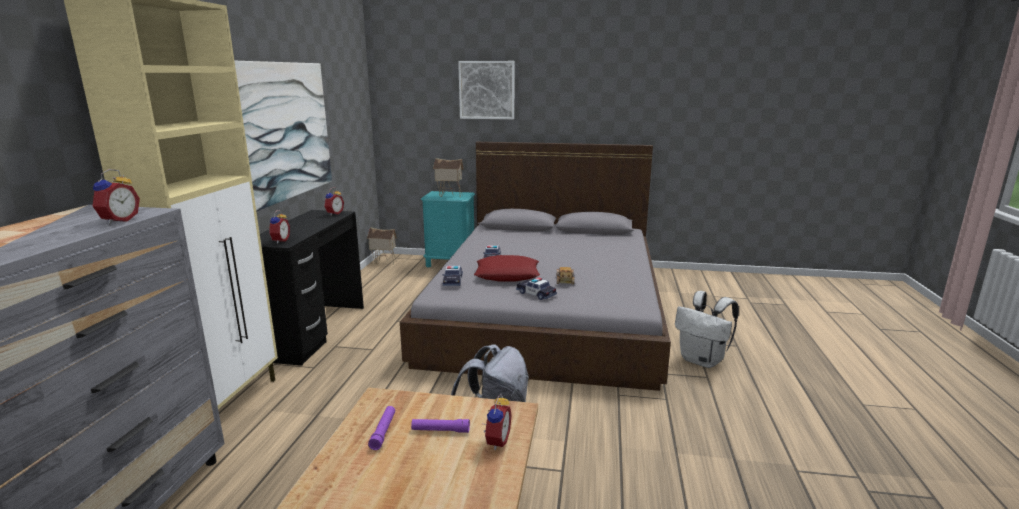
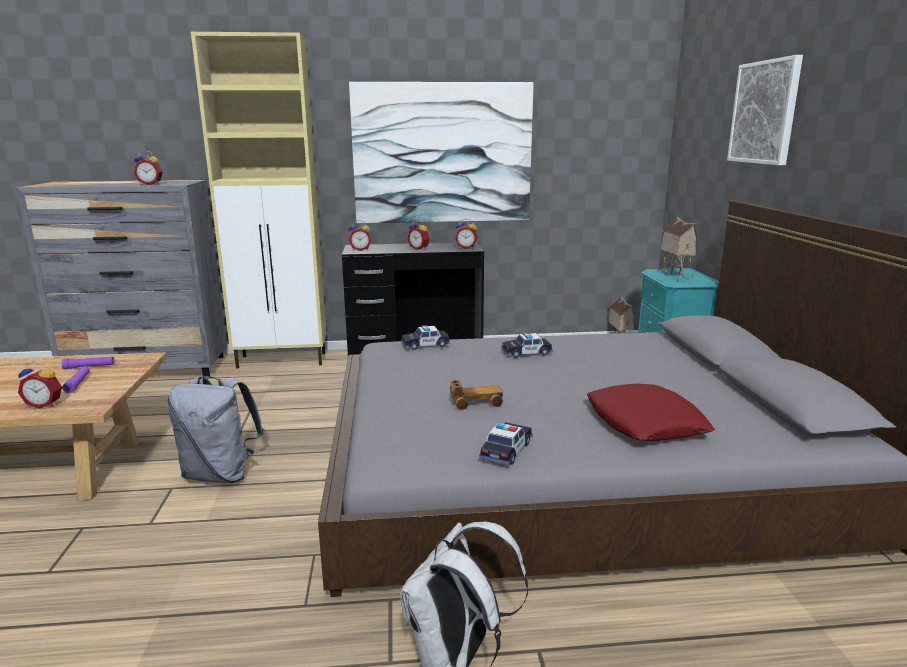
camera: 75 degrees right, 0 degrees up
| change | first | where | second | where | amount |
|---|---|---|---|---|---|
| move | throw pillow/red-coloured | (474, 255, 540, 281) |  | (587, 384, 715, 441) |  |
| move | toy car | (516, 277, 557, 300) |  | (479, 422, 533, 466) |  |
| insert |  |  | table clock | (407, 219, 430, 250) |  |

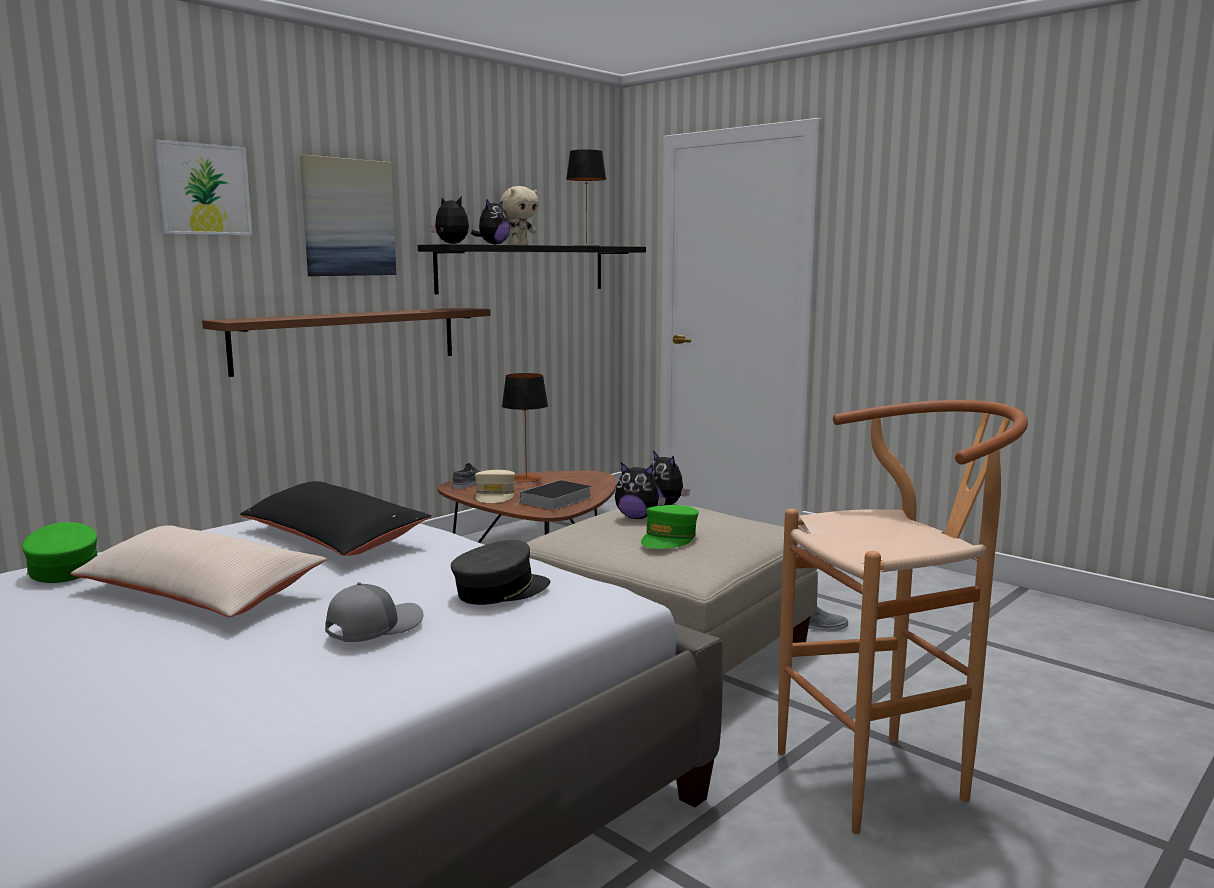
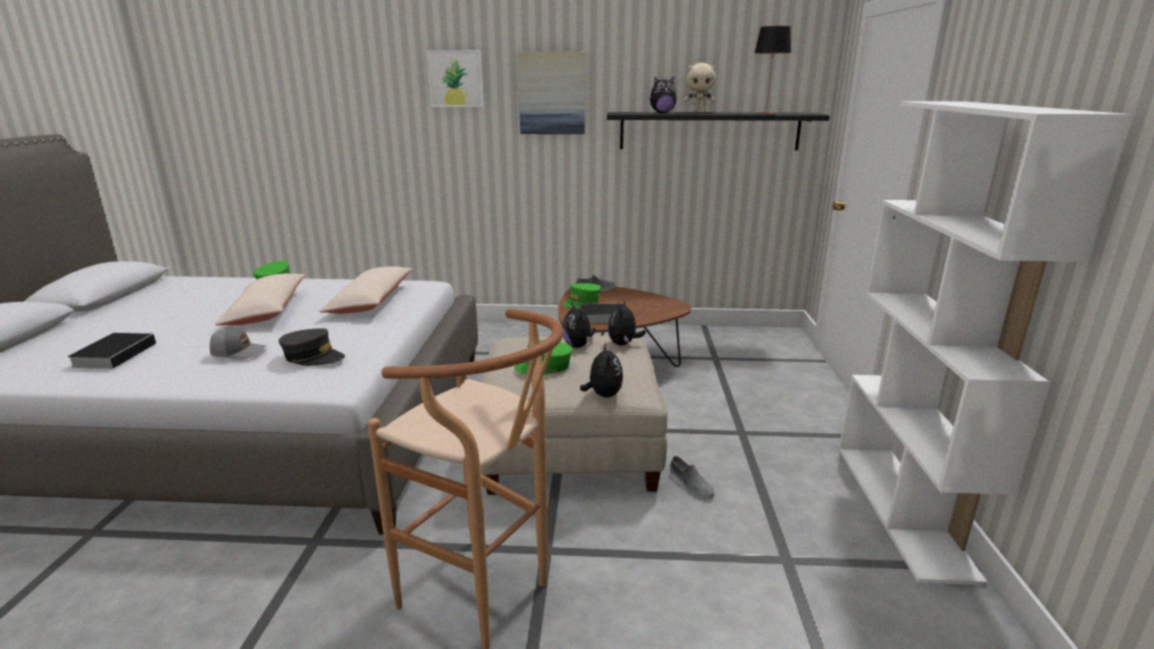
camera: 50 degrees right, 10 degrees up
| change | first | where | second | where | amount |
|---|---|---|---|---|---|
| delete | shelf/brownish | (202, 308, 490, 377) |  |  |  |
| recolor | throw pillow/blackish | (240, 481, 432, 556) | throw pillow/beige-coloured | (319, 266, 413, 314) |  |
| move | soft toy | (429, 196, 469, 244) |  | (580, 344, 623, 398) |  |
| recolor | baseball cap/beige-coloured | (475, 470, 515, 503) | baseball cap/green | (563, 283, 601, 308) |  |
| delete | lamp for a table | (502, 373, 548, 482) |  |  |  |
| insert |  |  | book | (67, 333, 156, 369) |  |
| insert |  |  | bookcase/whitish | (839, 101, 1131, 585) |  |

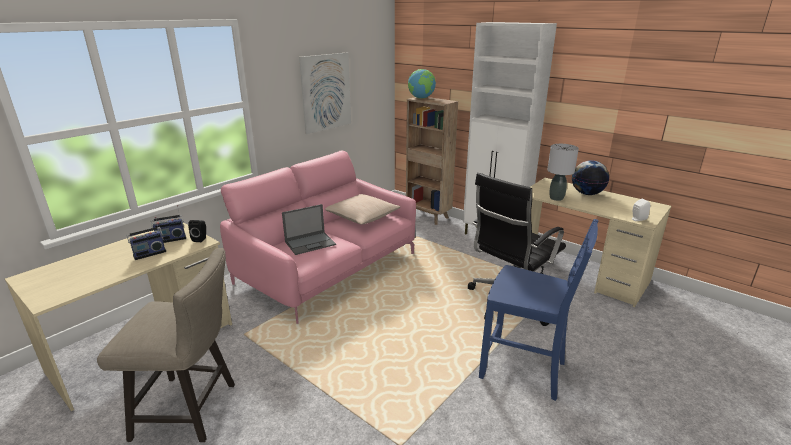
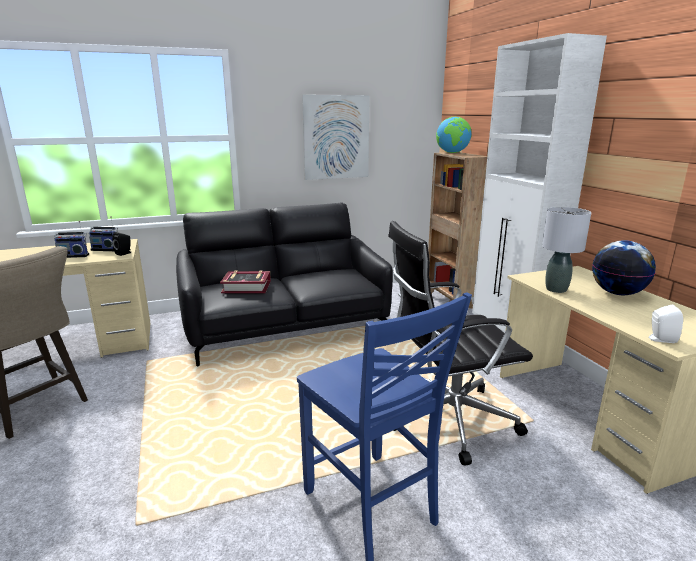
camera: 30 degrees right, 5 degrees down
| change | first | where | second | where | amount |
|---|---|---|---|---|---|
| recolor | sofa/pink-coloured | (220, 150, 416, 324) | sofa/blackish | (176, 203, 393, 366) |  |
| replace | laptop | (282, 204, 336, 255) | book | (220, 270, 271, 293) |  |
| delete | throw pillow/beige-coloured | (325, 194, 400, 225) |  |  |  |

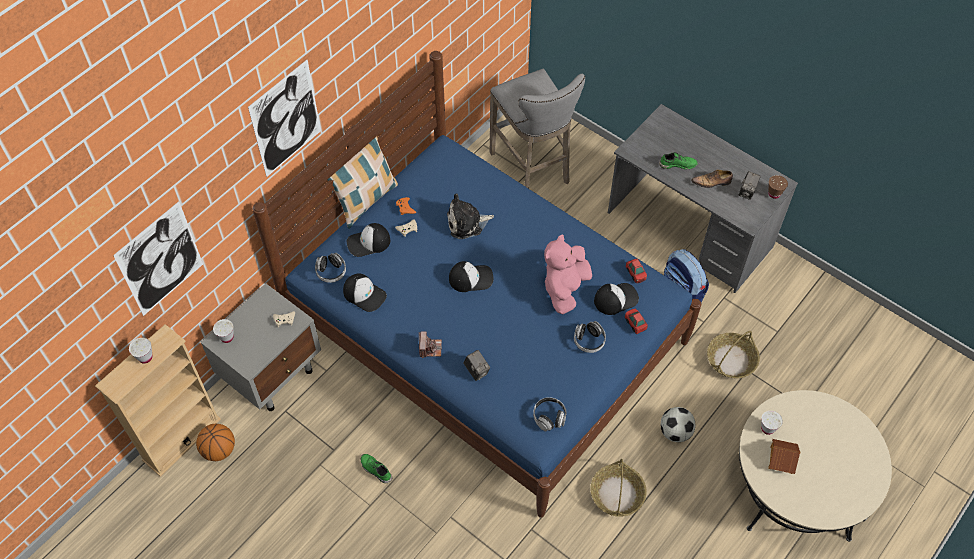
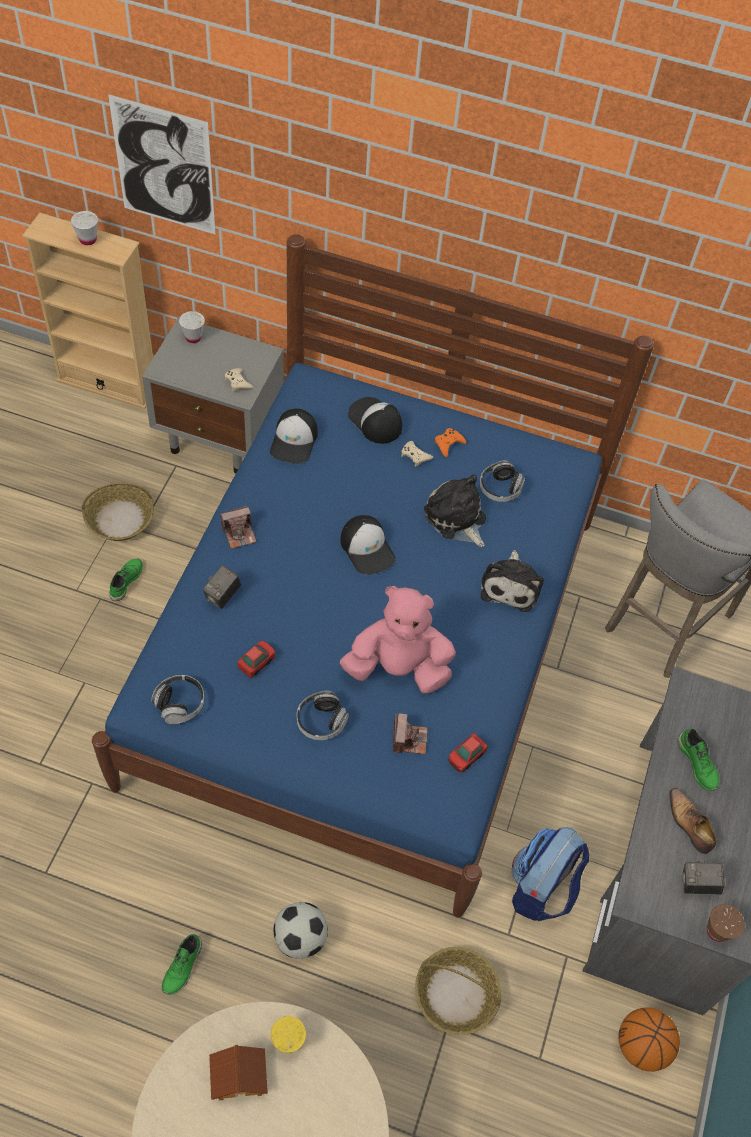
camera: 65 degrees right, 0 degrees up
| change | first | where | second | where | amount |
|---|---|---|---|---|---|
| move | basketball ball | (196, 424, 235, 461) |  | (618, 1007, 680, 1072) |  |
| delete | picture | (248, 59, 321, 177) |  |  |  |
| move | headset | (315, 253, 346, 283) |  | (480, 460, 526, 502) |  |
| delete | throw pillow | (328, 136, 398, 229) |  |  |  |
| move | basket | (591, 459, 647, 517) |  | (81, 483, 154, 541) |  |
| replace | baseball cap | (594, 283, 639, 315) | still camera | (393, 713, 428, 754) |  |
| move | toy car | (625, 309, 648, 334) |  | (238, 641, 275, 679) |  |
| recolor | small cup/whitish | (761, 411, 783, 435) | small cup/yellowish | (271, 1016, 306, 1053) |  |
| insert |  |  | item of footwear/green | (162, 934, 202, 995) |  |
| insert |  |  | soft toy | (481, 550, 544, 612) |  |

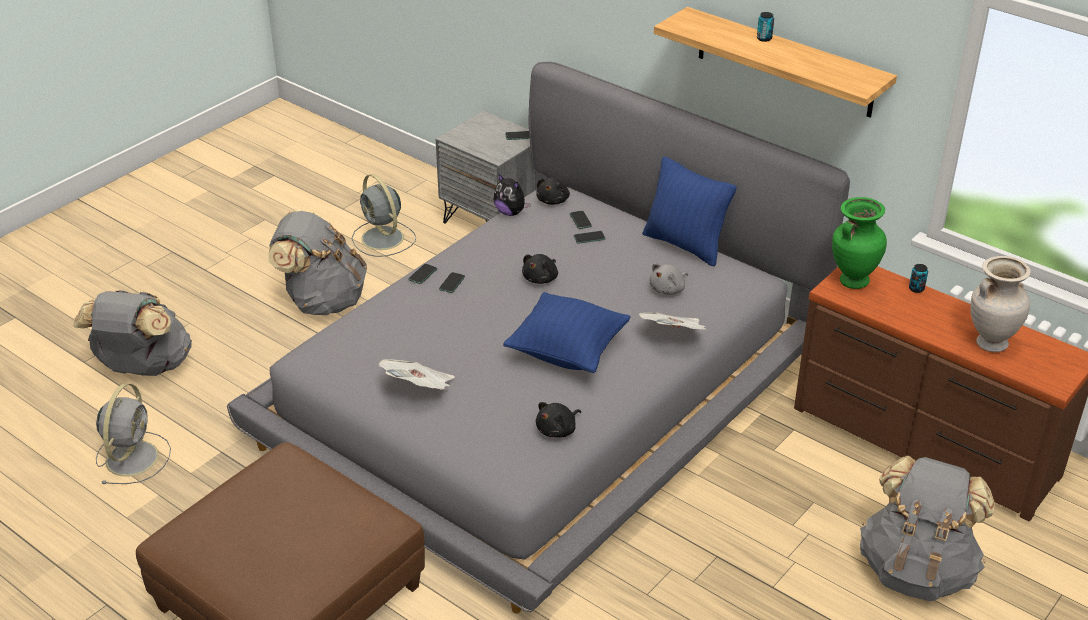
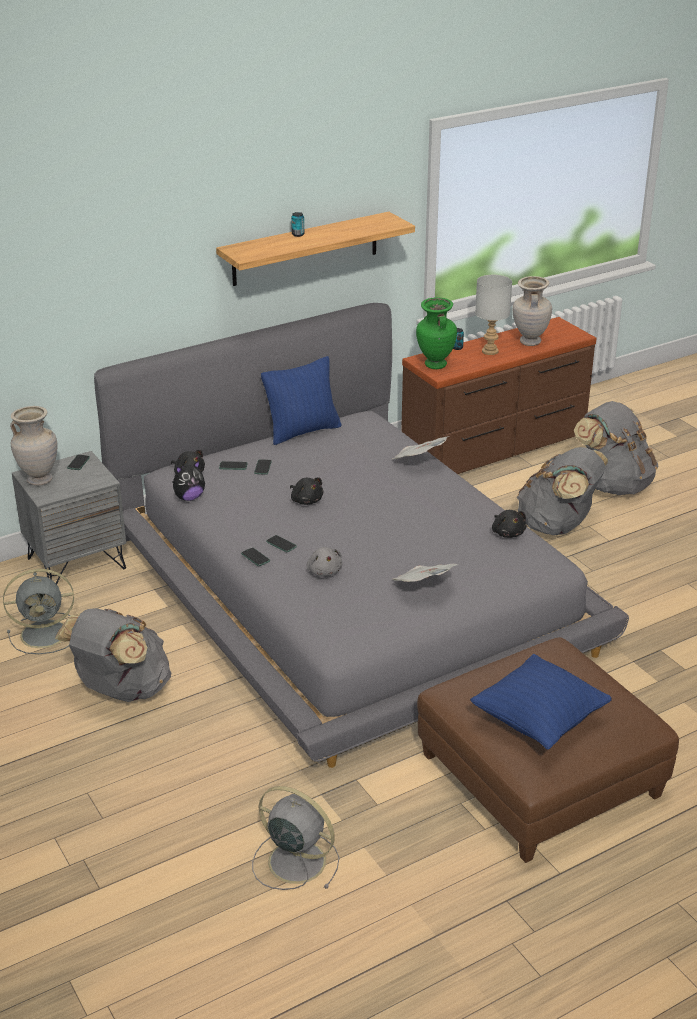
camera: 70 degrees left, 5 degrees down
| change | first | where | second | where | amount |
|---|---|---|---|---|---|
| move | backpack/gray | (73, 290, 192, 376) |  | (517, 447, 608, 535) |  |
| move | throw pillow/blue | (503, 292, 631, 373) |  | (470, 654, 612, 750) |  |
| move | soft toy/gray | (650, 263, 688, 295) |  | (307, 547, 342, 576) |  |
| insert |  |  | vase/beige-coloured | (10, 406, 57, 485) |  |
| insert |  |  | lamp for a table/gray | (475, 275, 512, 355) |  |

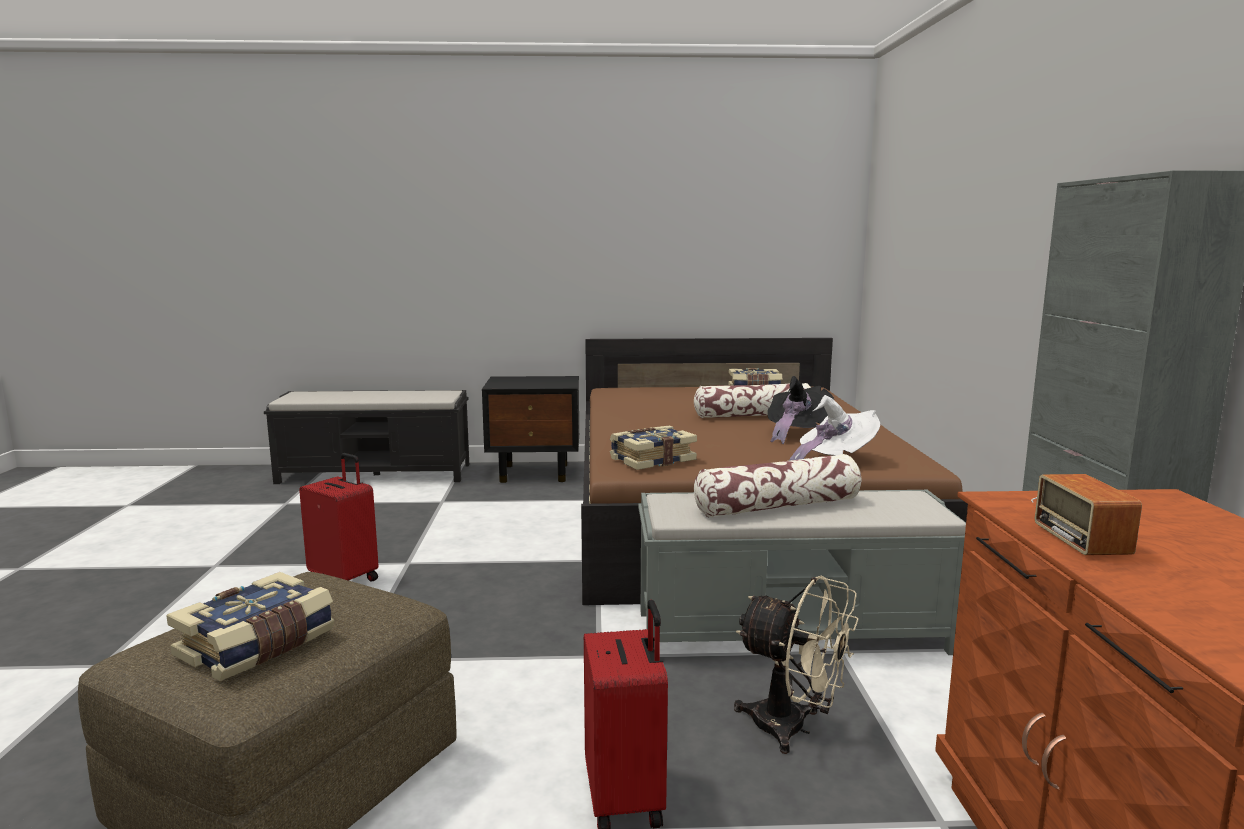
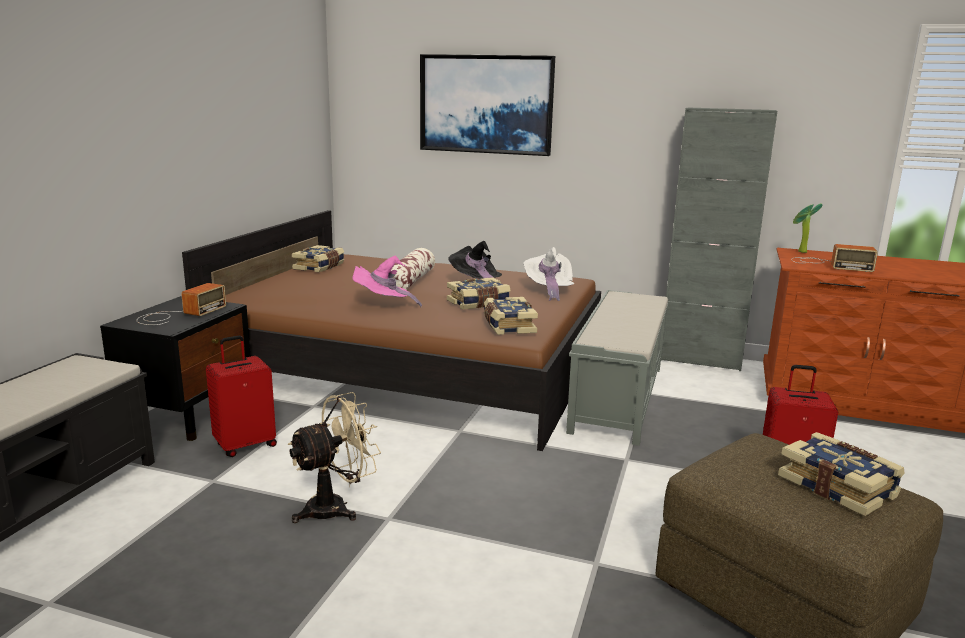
camera: 70 degrees left, 5 degrees up
| change | first | where | second | where | amount |
|---|---|---|---|---|---|
| move | travel case/red-coloured | (299, 453, 379, 581) |  | (206, 336, 277, 457) |  |
| delete | throw pillow | (694, 454, 861, 517) |  |  |  |
| move | fan/beige-coloured | (734, 576, 859, 754) |  | (288, 392, 381, 523) |  |
| insert |  |  | radio | (137, 283, 226, 325) |  |
| insert |  |  | hat/pink-coloured | (352, 255, 422, 307) |  |
| insert |  |  | picture | (420, 54, 555, 156) |  |
| insert |  |  | book | (447, 277, 511, 310) |  |
| insert |  |  | houseplant | (793, 204, 823, 253) |  |

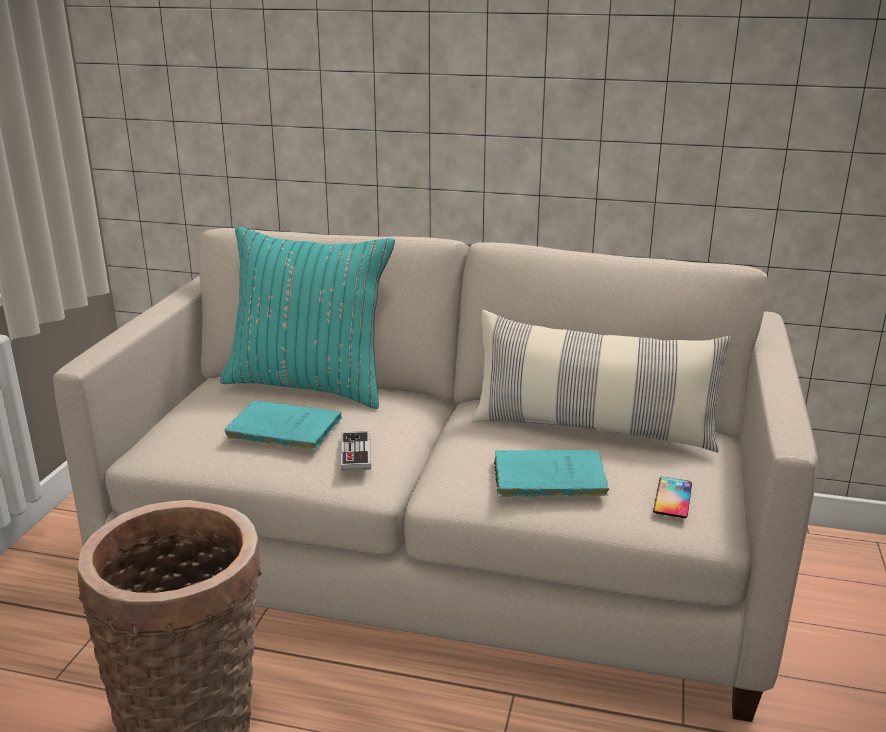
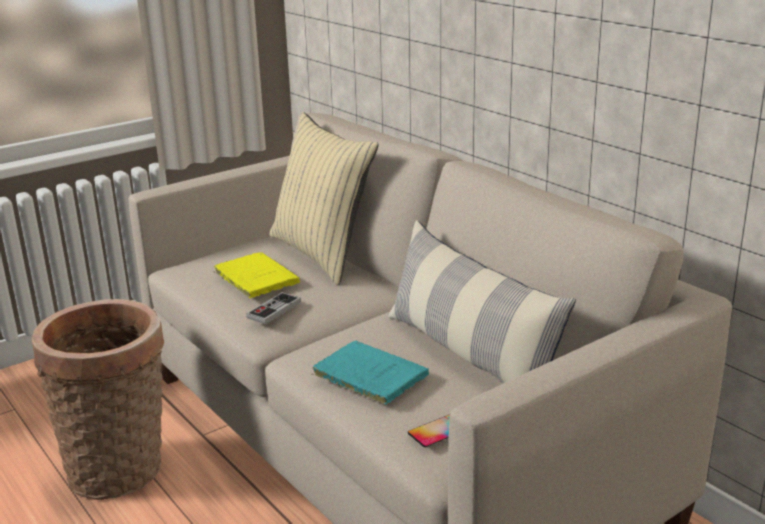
camera: 40 degrees right, 0 degrees up
| change | first | where | second | where | amount |
|---|---|---|---|---|---|
| recolor | throw pillow/turquoise-coloured | (220, 226, 395, 409) | throw pillow/beige-coloured | (269, 112, 378, 285) |  |
| recolor | book/turquoise-coloured | (224, 400, 342, 450) | book/yellowish | (214, 252, 300, 298) |  |

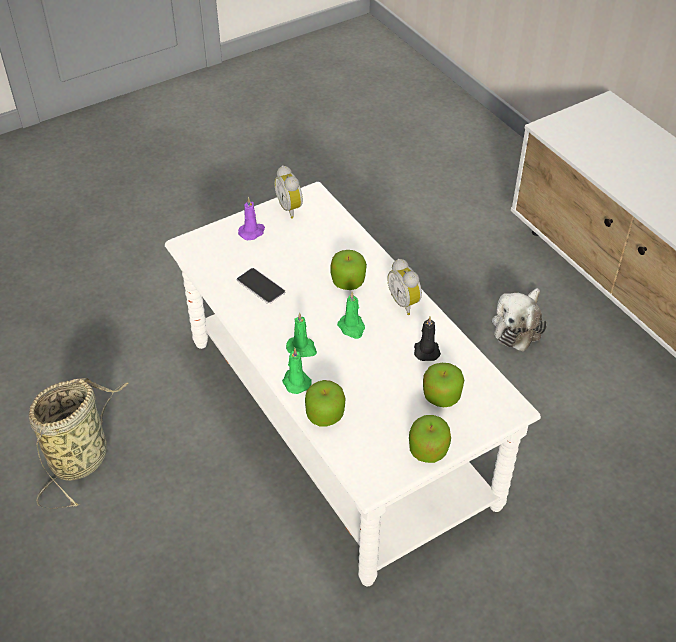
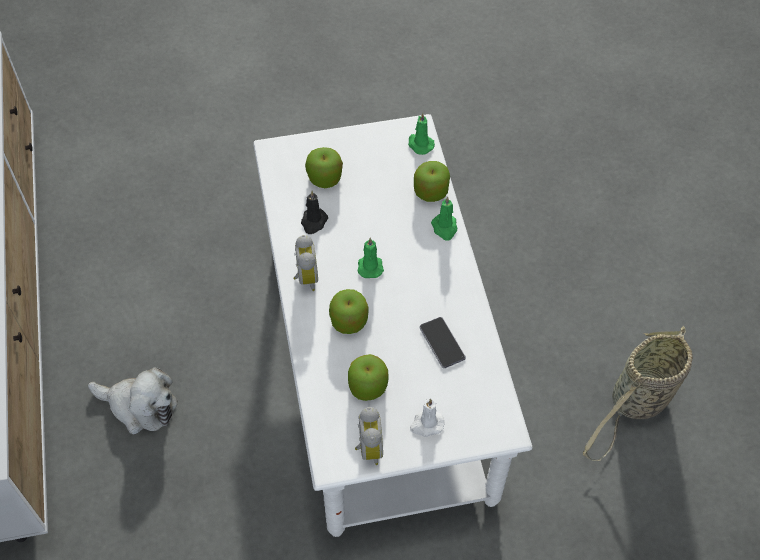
camera: 160 degrees left, 10 degrees up
| change | first | where | second | where | amount |
|---|---|---|---|---|---|
| recolor | wax candle/purple | (238, 197, 265, 240) | wax candle/whitish | (410, 399, 444, 437) |  |
| move | wax candle/green | (286, 312, 317, 357) |  | (408, 113, 435, 155) |  |
| move | apple | (409, 415, 451, 463) |  | (348, 354, 389, 401) |  |
| rotate | soft toy | (492, 288, 547, 351) |  | (88, 367, 178, 435) | 60 degrees clockwise |

